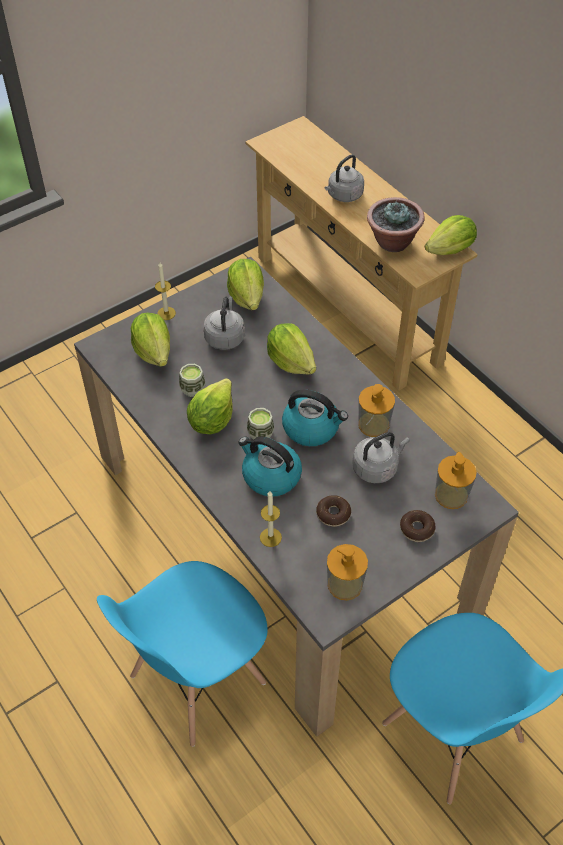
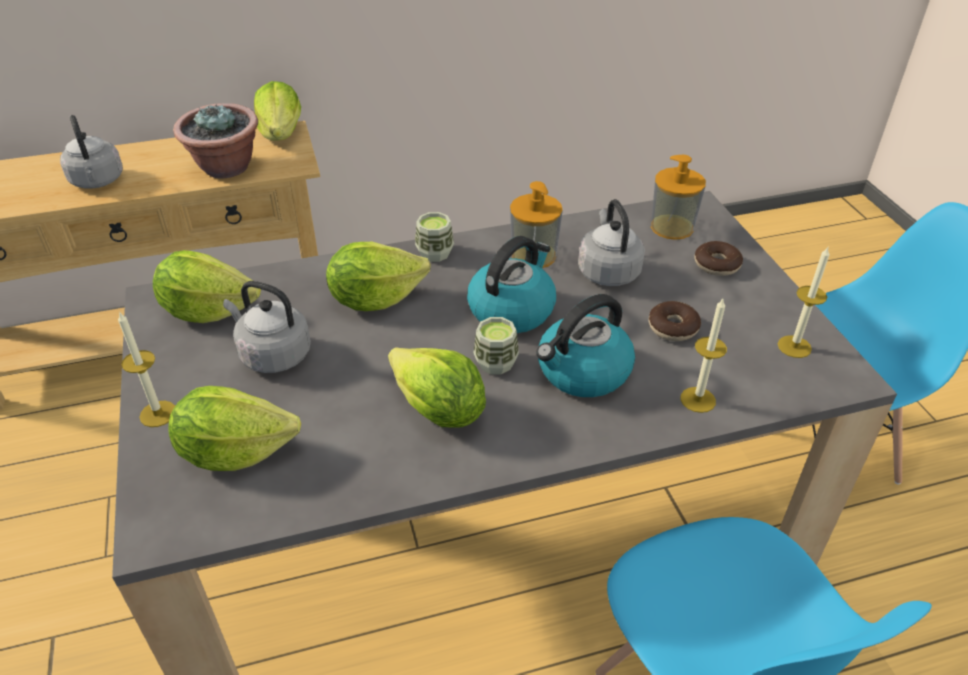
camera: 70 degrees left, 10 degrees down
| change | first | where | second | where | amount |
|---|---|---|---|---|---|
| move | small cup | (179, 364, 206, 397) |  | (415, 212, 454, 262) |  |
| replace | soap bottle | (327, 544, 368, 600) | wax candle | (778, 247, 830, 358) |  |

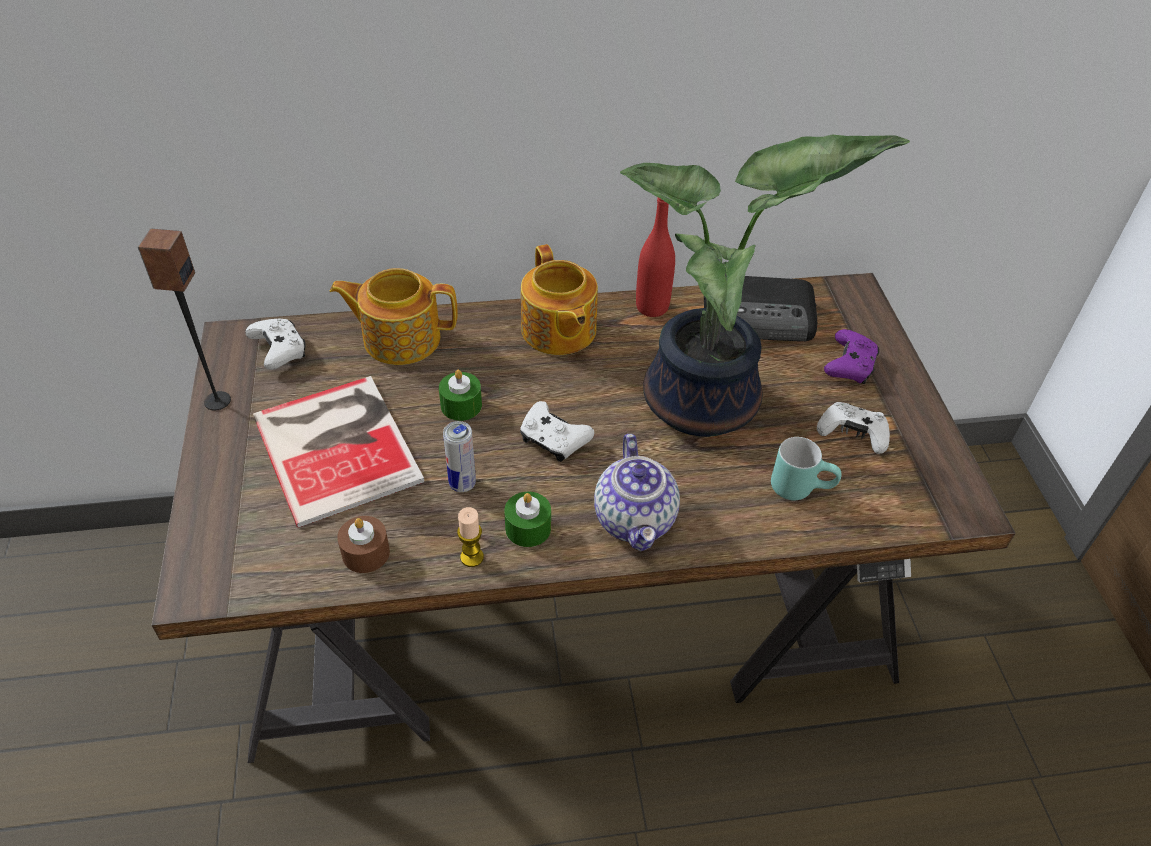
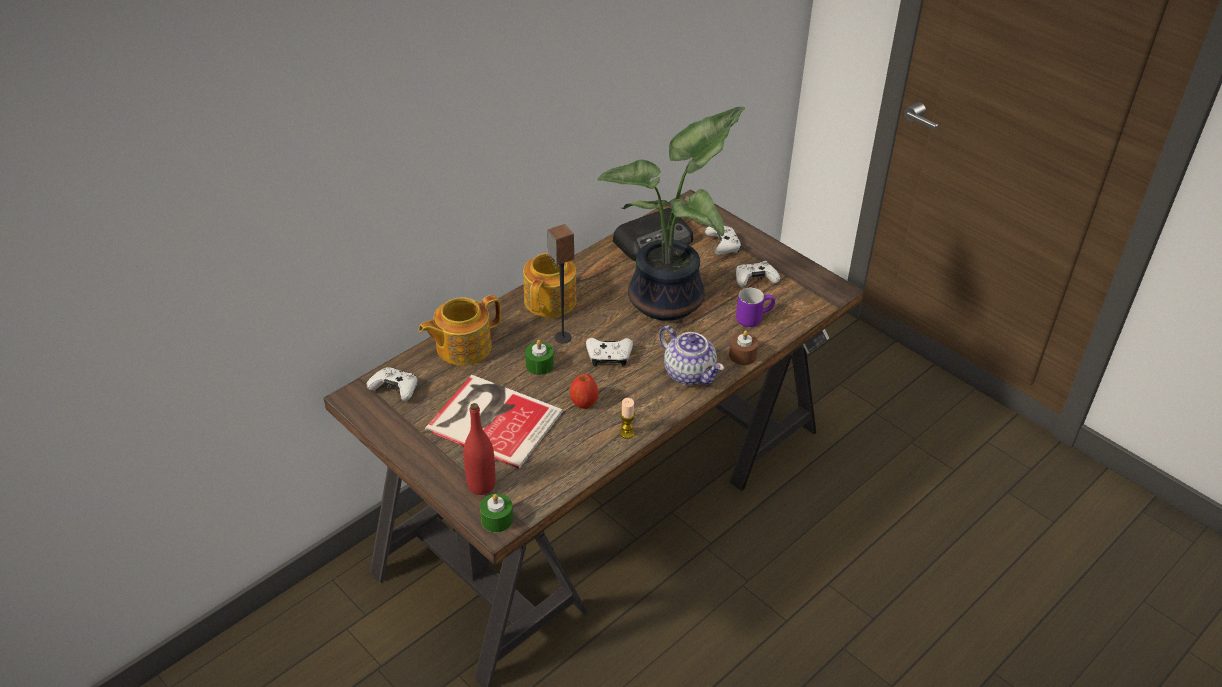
camera: 35 degrees left, 5 degrees down
| change | first | where | second | where | amount |
|---|---|---|---|---|---|
| move | audio speaker | (138, 229, 231, 410) |  | (547, 224, 574, 343) |  |
| move | wax candle/brownish | (337, 516, 390, 573) |  | (729, 330, 759, 365) |  |
| replace | metal can | (443, 421, 476, 492) | apple | (570, 374, 599, 409) |  |
| move | wax candle/green | (504, 492, 551, 547) |  | (480, 494, 513, 532) |  |
| rotate | pot for tea | (521, 244, 598, 355) |  | (523, 252, 576, 317) | 105 degrees counterclockwise |
| move | drink bottle/red-coloured | (636, 197, 675, 317) |  | (463, 403, 496, 495) |  |
| recolor | coffee mug/turquoise-coloured | (771, 437, 842, 500) | coffee mug/purple | (736, 288, 775, 327) |  |
| recolor | gamepad/purple | (824, 329, 879, 384) | gamepad/whitish | (705, 226, 742, 255) |  |

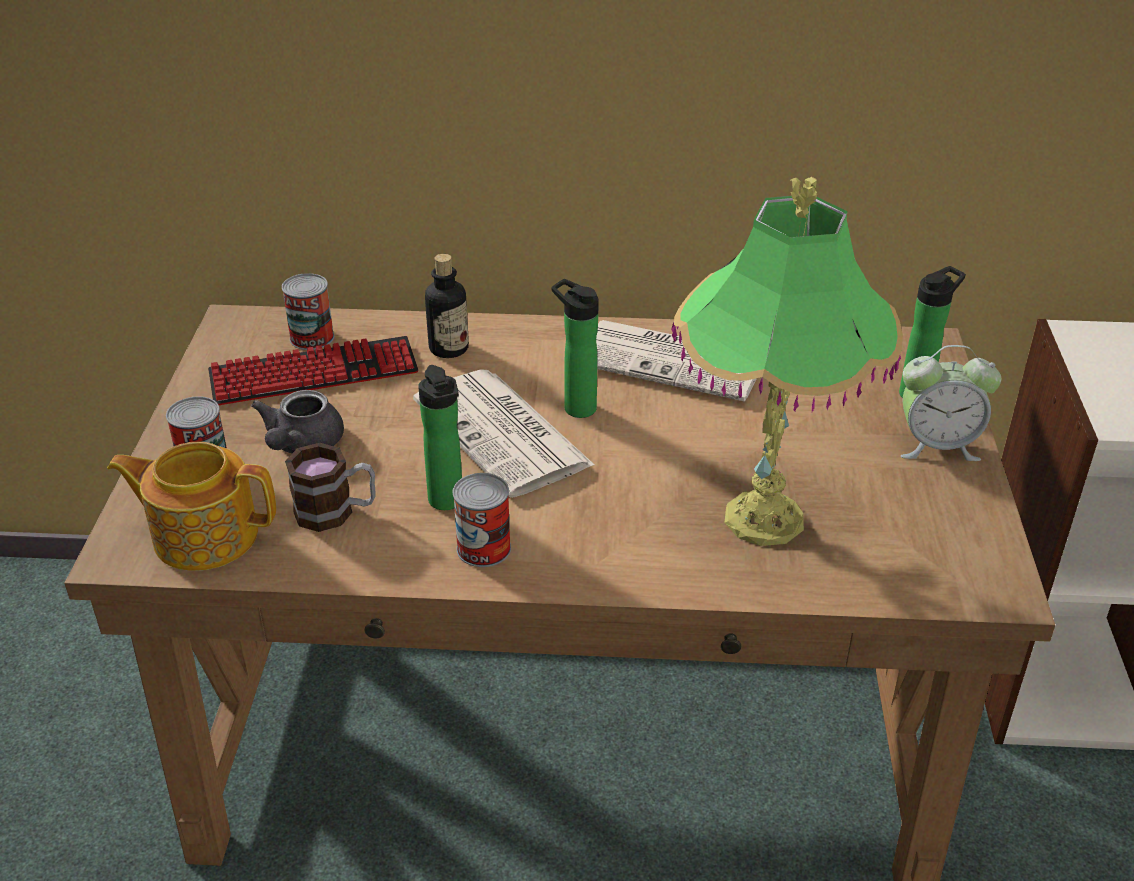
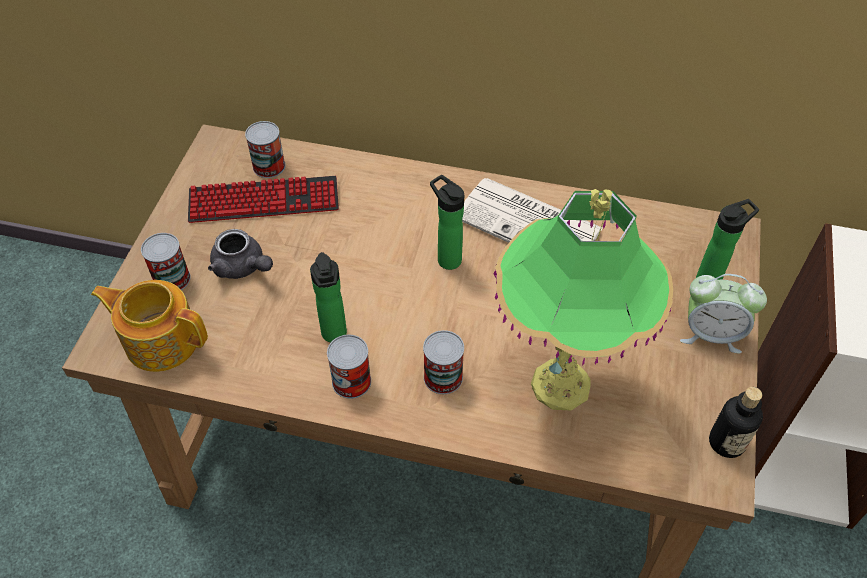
camera: 10 degrees right, 15 degrees up
| change | first | where | second | where | amount |
|---|---|---|---|---|---|
| rotate | pot for tea/gray | (251, 390, 344, 453) |  | (208, 229, 273, 279) | 75 degrees counterclockwise |
| delete | coffee mug | (285, 443, 375, 532) |  |  |  |
| delete | printed paper | (413, 369, 595, 498) |  |  |  |
| move | drink bottle | (425, 254, 469, 358) |  | (709, 387, 763, 458) |  |
| insert |  |  | metal can | (423, 330, 464, 394) |  |

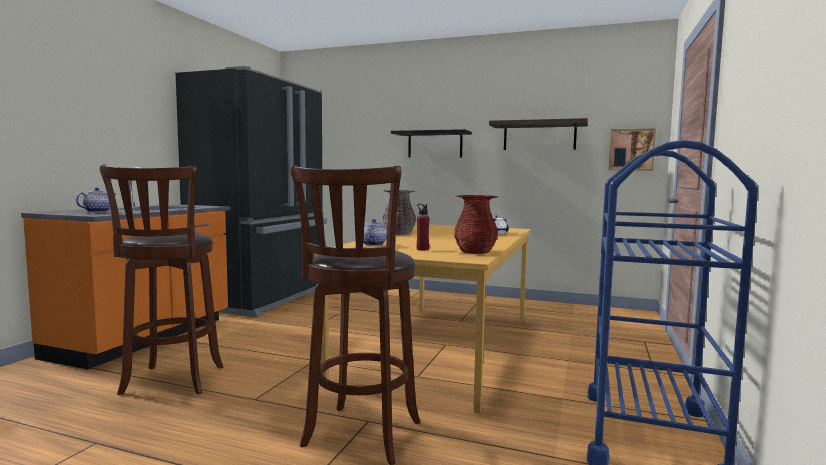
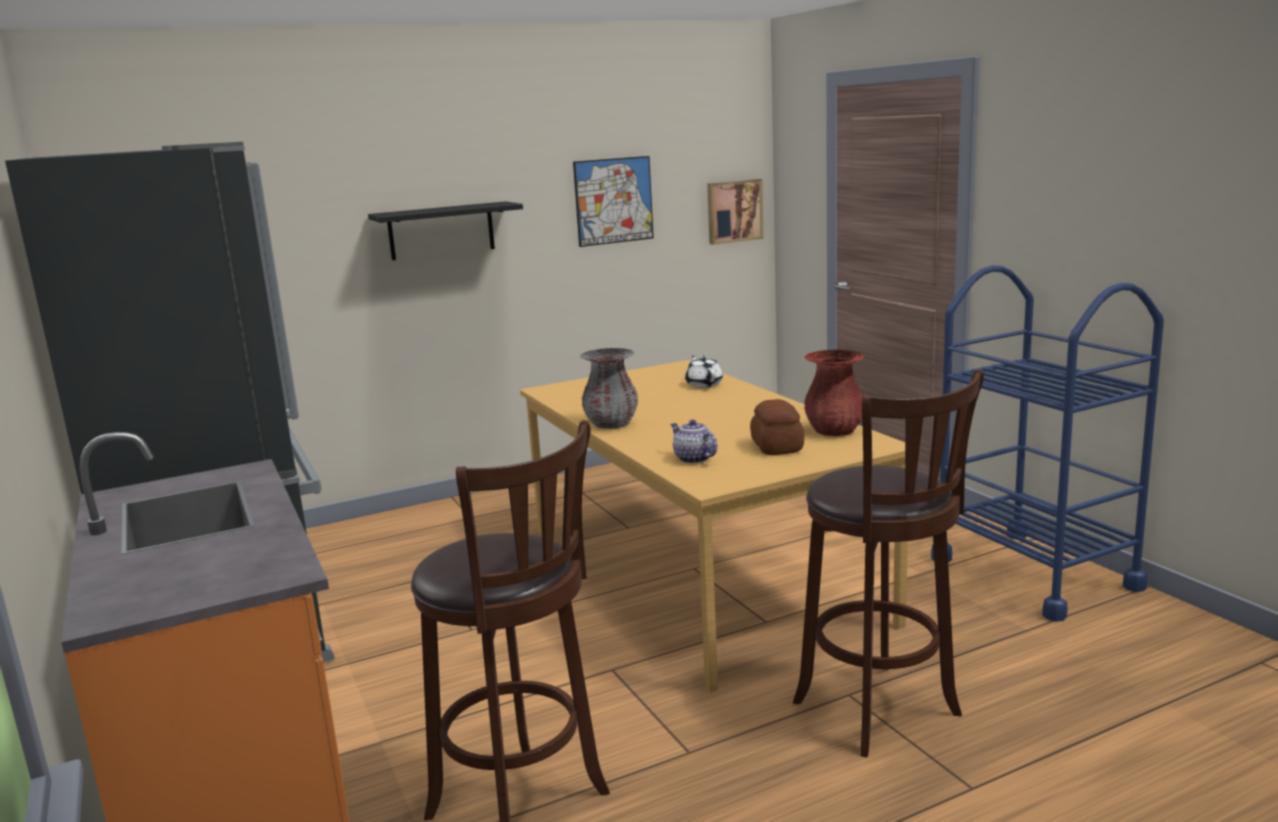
camera: 45 degrees left, 10 degrees up
| change | first | where | second | where | amount |
|---|---|---|---|---|---|
| delete | pot for tea | (76, 187, 117, 212) |  |  |  |
| replace | drink bottle/red-coloured | (417, 204, 429, 251) | baked bread | (750, 399, 804, 455) |  |
| replace | shelf | (489, 118, 588, 150) | picture | (573, 156, 654, 247) |  |

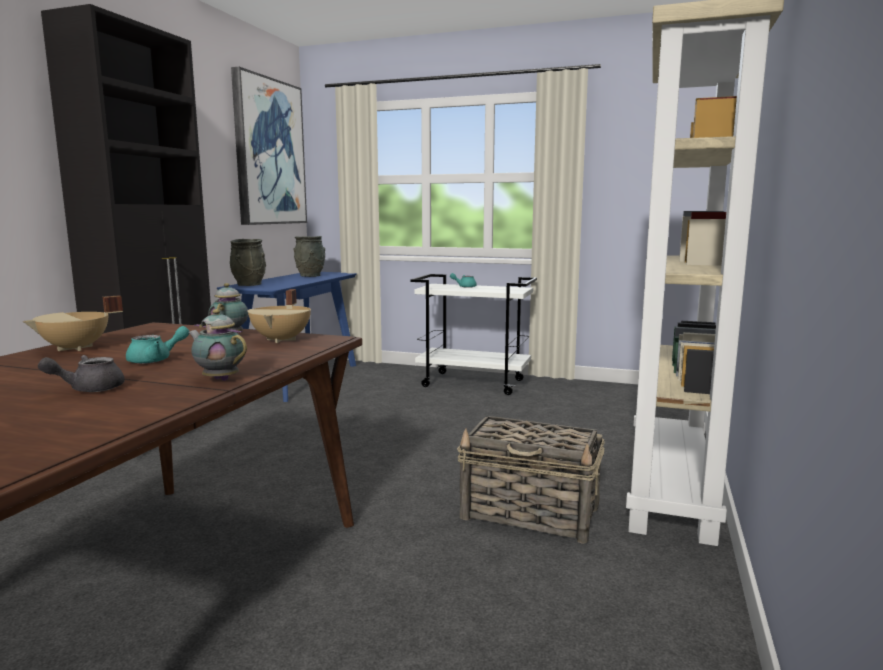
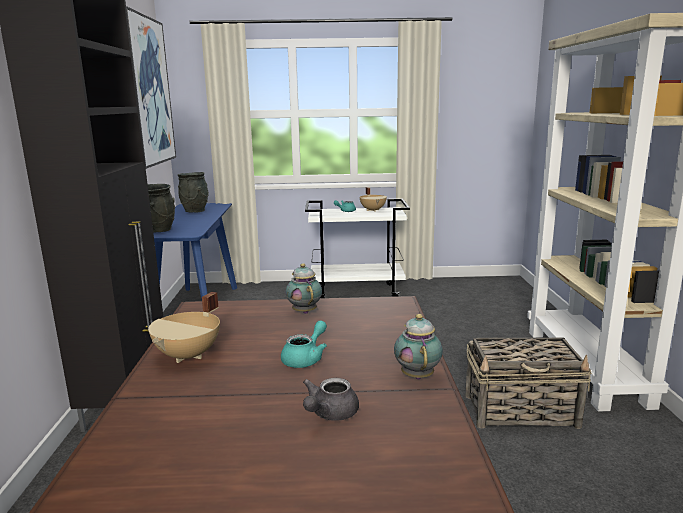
camera: 20 degrees left, 5 degrees up
| change | first | where | second | where | amount |
|---|---|---|---|---|---|
| rotate | pot for tea | (188, 309, 247, 381) |  | (394, 314, 443, 380) | 75 degrees clockwise |
| move | cooking pot/beige-coloured | (247, 289, 311, 343) |  | (360, 187, 387, 212) |  |

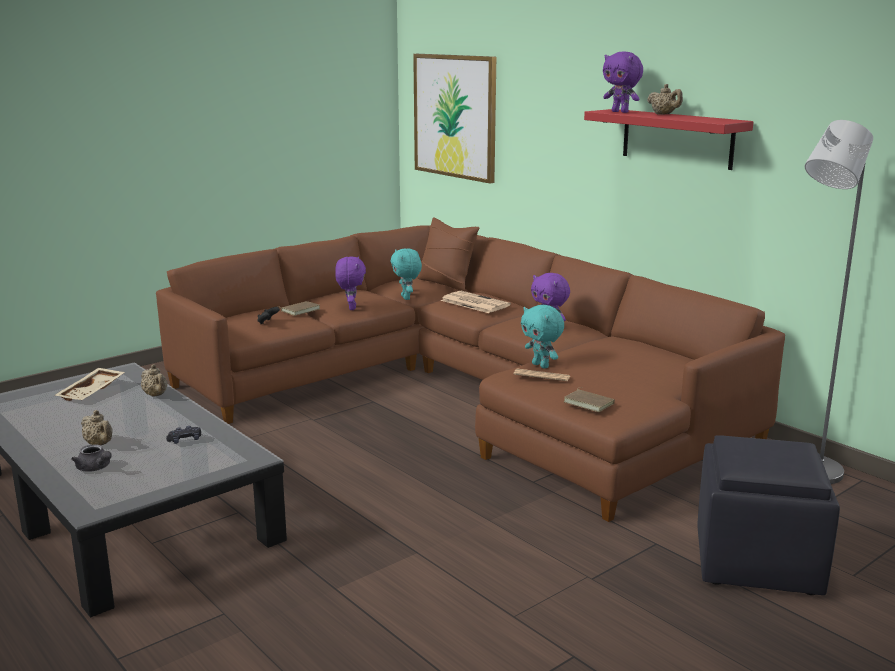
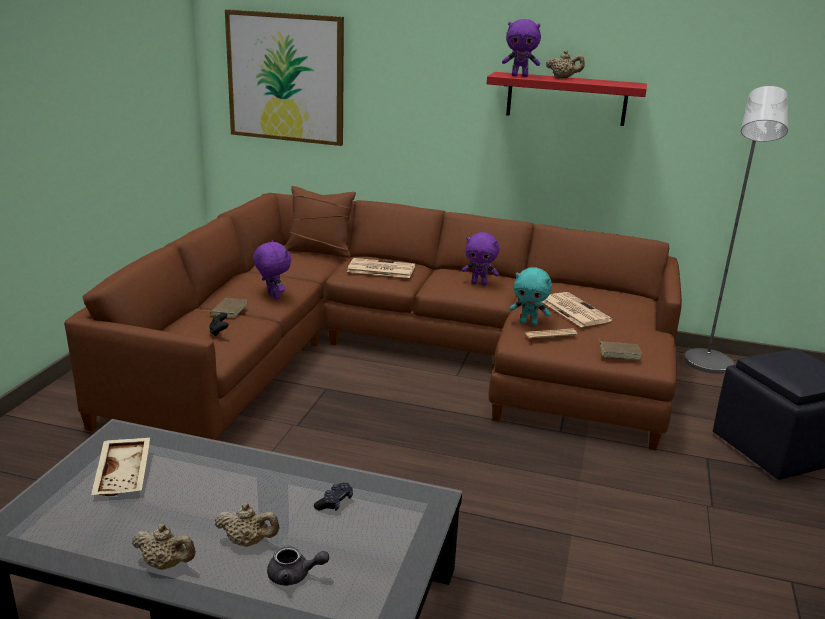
camera: 35 degrees left, 5 degrees up
| change | first | where | second | where | amount |
|---|---|---|---|---|---|
| move | pot for tea/beige-coloured | (141, 364, 168, 397) |  | (132, 524, 196, 570) |  |
| delete | soft toy/turquoise-coloured | (390, 248, 422, 300) |  |  |  |
| insert |  |  | printed paper | (541, 292, 612, 327) |  |

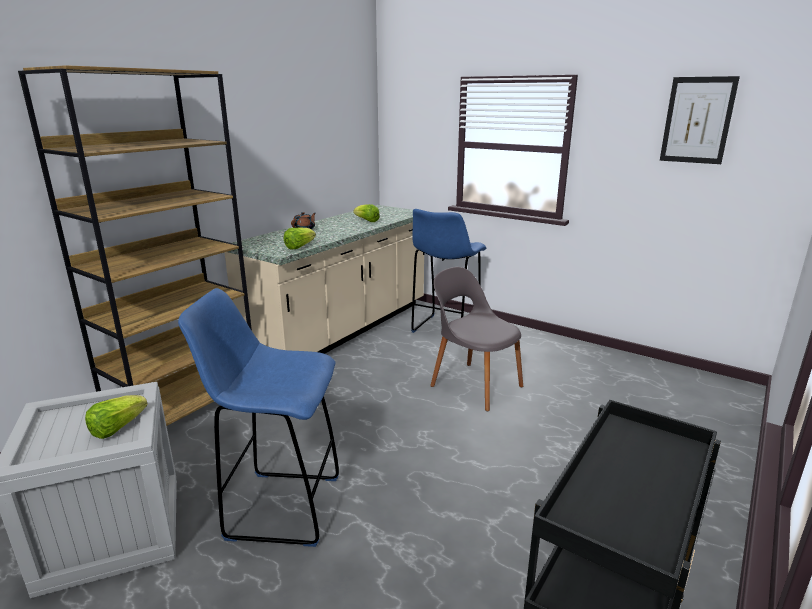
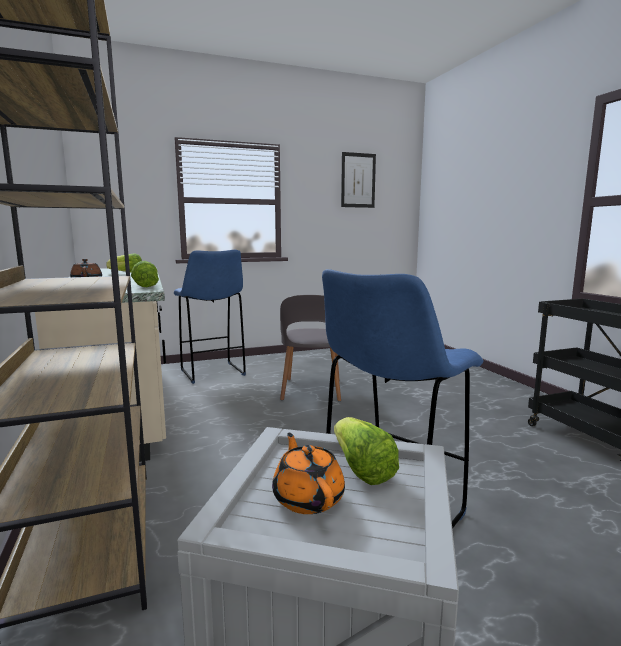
camera: 55 degrees left, 10 degrees down
| change | first | where | second | where | amount |
|---|---|---|---|---|---|
| rotate | chair/gray | (430, 267, 523, 411) |  | (280, 295, 341, 401) | 75 degrees counterclockwise |
| insert |  |  | pot for tea/orangey | (272, 433, 345, 514) |  |

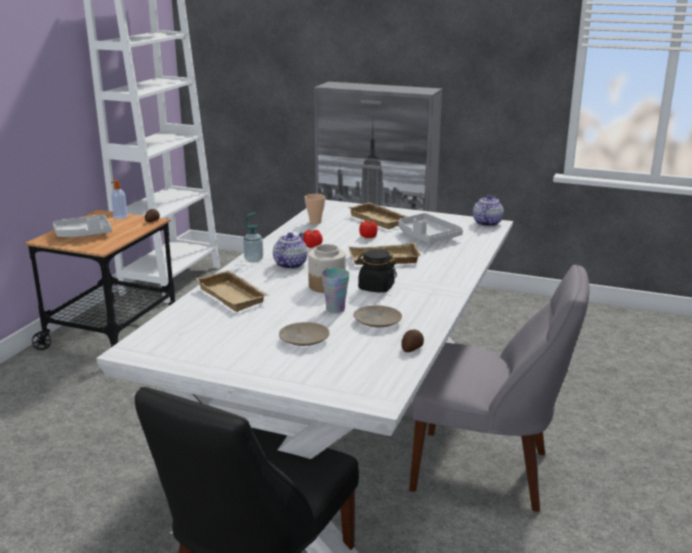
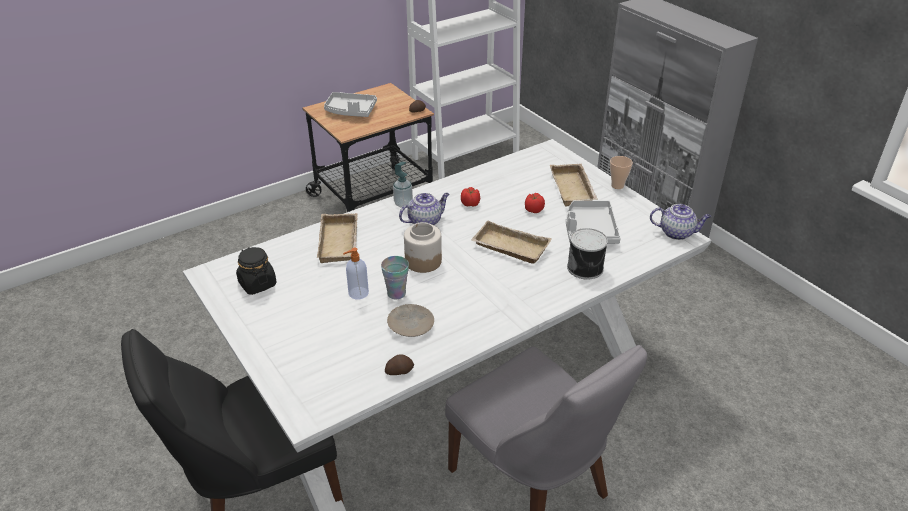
camera: 35 degrees right, 15 degrees up
| change | first | where | second | where | amount |
|---|---|---|---|---|---|
| move | soap bottle | (111, 180, 128, 219) |  | (343, 248, 369, 299) |  |
| delete | dinner plate/beige-coloured | (279, 322, 330, 346) |  |  |  |
| move | small cup | (305, 194, 326, 224) |  | (610, 156, 633, 189) |  |
| move | jar/blackish | (356, 249, 397, 293) |  | (236, 247, 277, 295) |  |
| rotate | pot for tea | (473, 195, 504, 227) |  | (650, 204, 711, 240) | 45 degrees clockwise |
| insert |  |  | metal can | (567, 228, 608, 280) |  |

